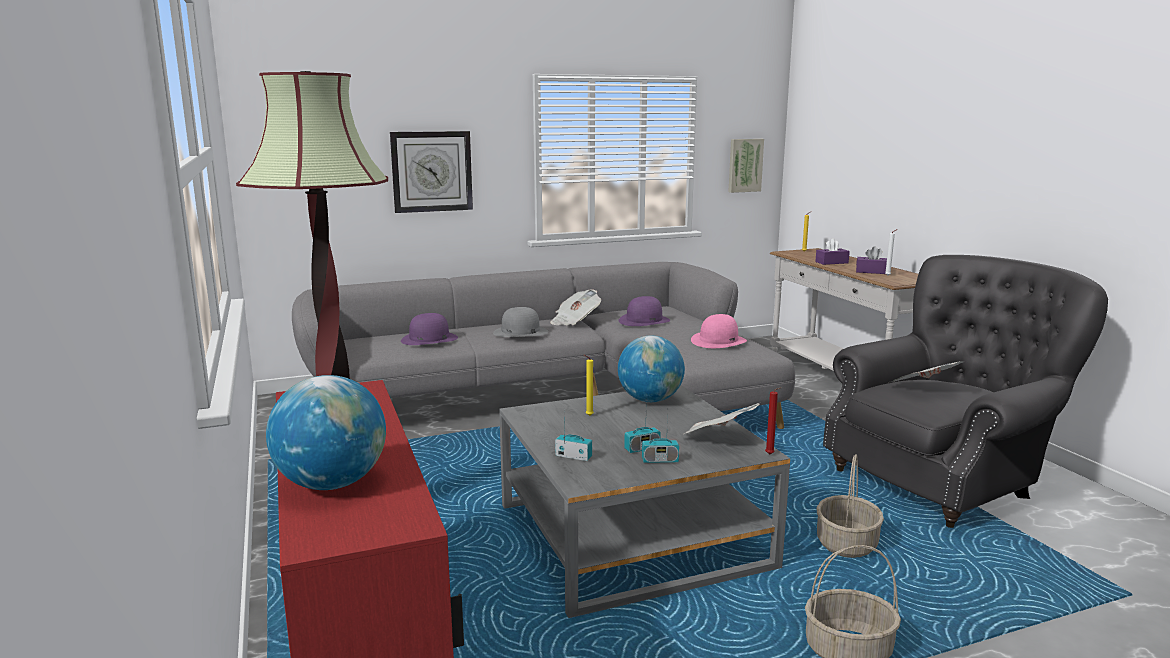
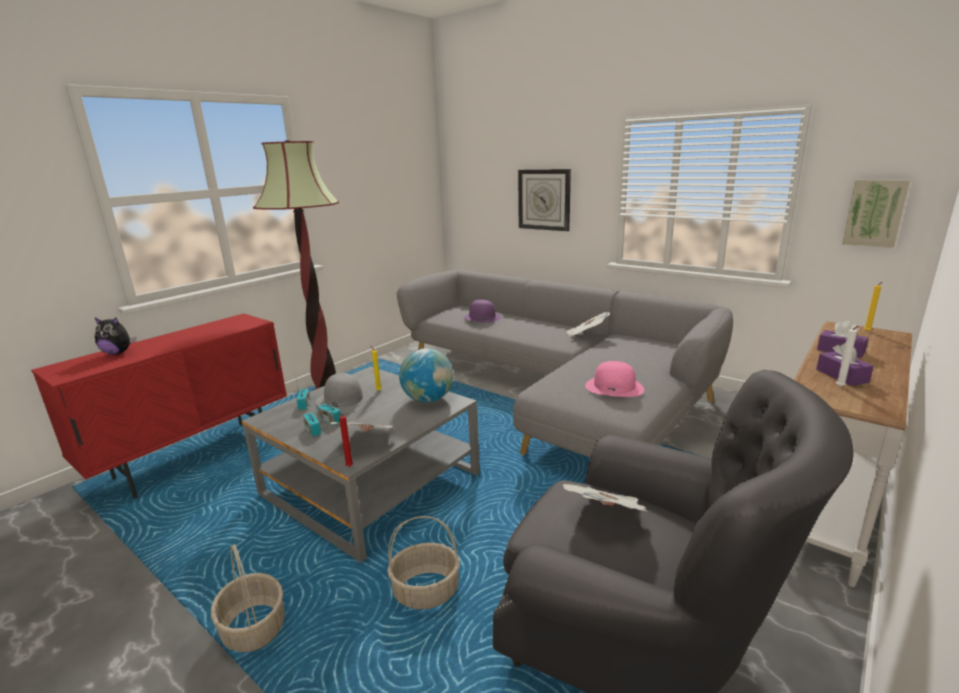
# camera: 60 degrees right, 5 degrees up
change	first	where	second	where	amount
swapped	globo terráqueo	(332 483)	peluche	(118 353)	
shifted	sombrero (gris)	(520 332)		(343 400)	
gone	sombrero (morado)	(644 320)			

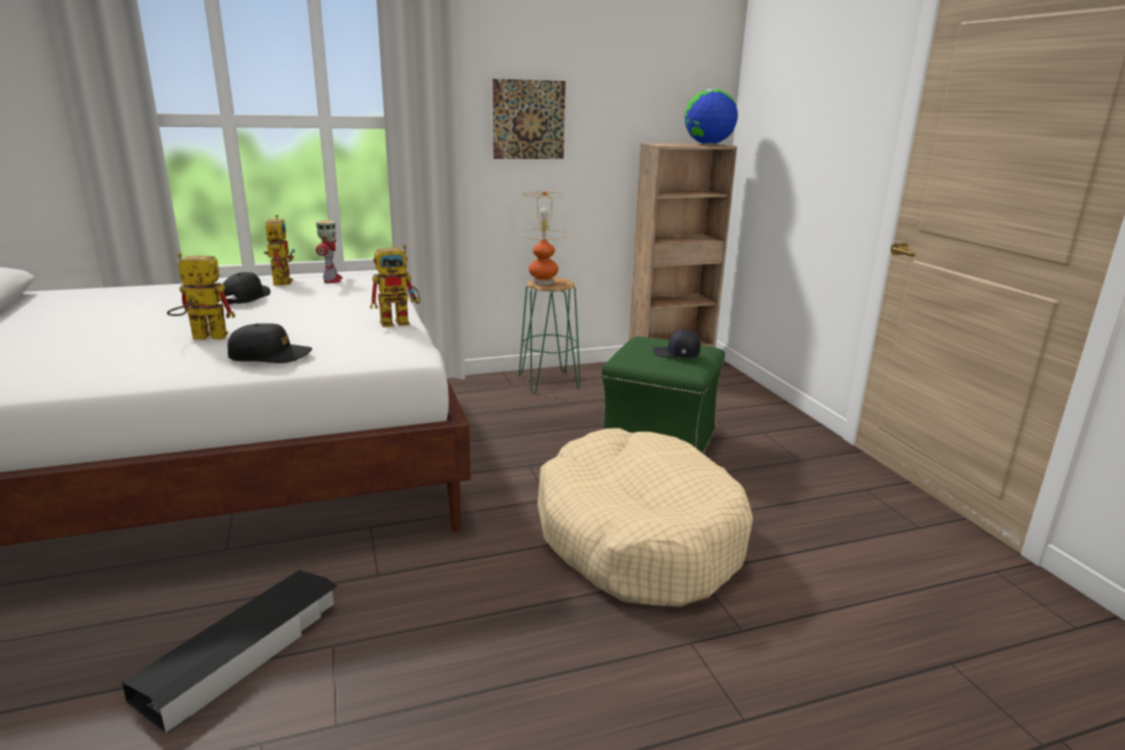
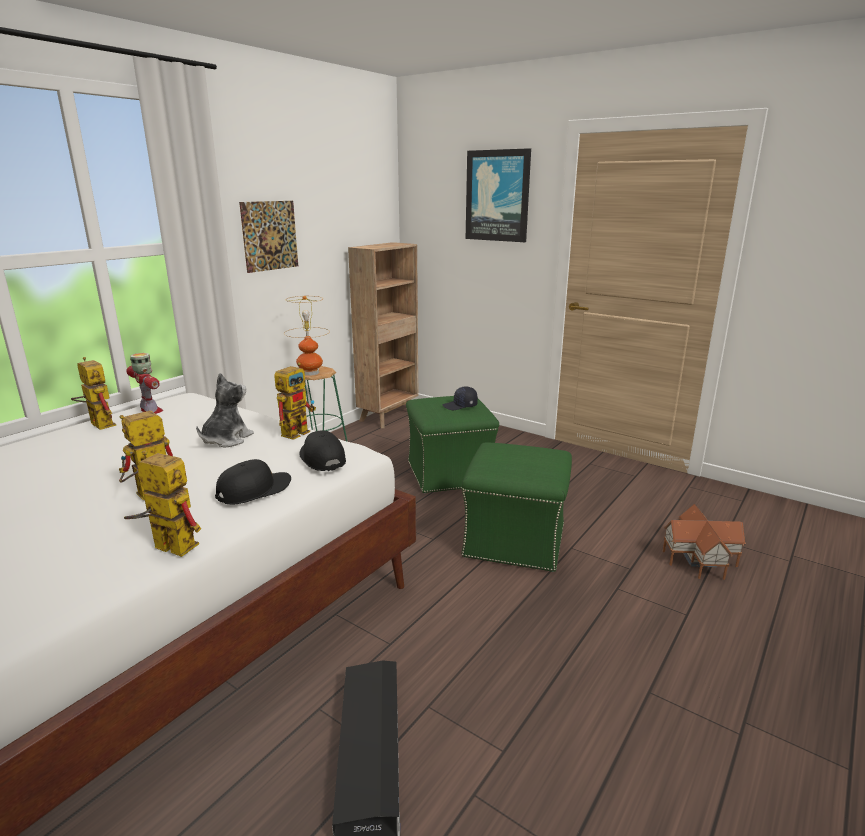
# camera: 35 degrees left, 0 degrees up
change	first	where	second	where	amount
shifted	gorra (negro)	(246 297)		(321 458)	
swapped	cama para perro (beis)	(637 537)	puf (verde)	(516 540)	
gone	globo terráqueo	(708 144)			
new			robot de juguete	(167 546)	
new			peluche	(226 439)	
new			cuadro	(497 196)	
new			casita	(700 559)	

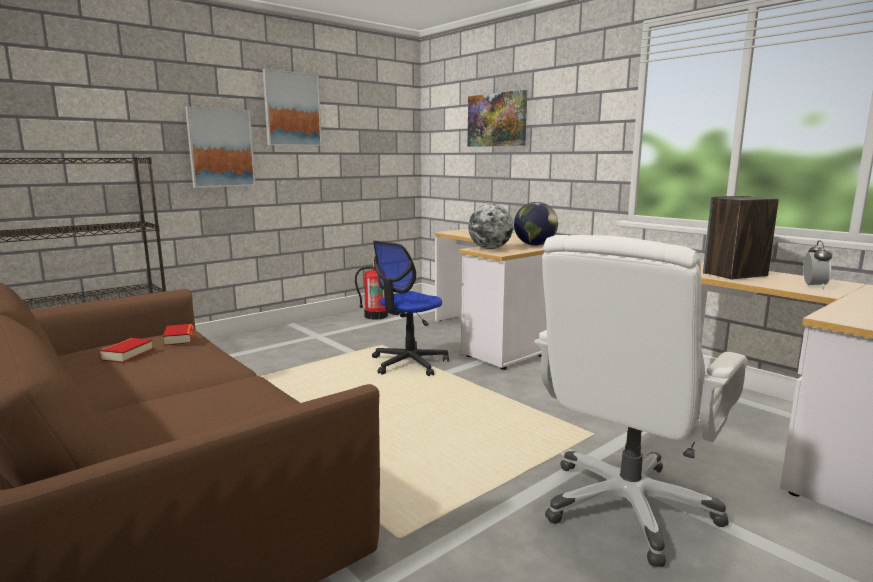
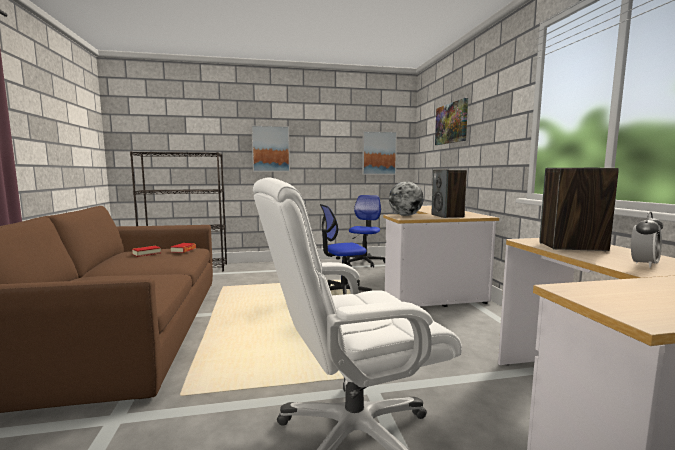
# camera: 30 degrees right, 5 degrees down
change	first	where	second	where	amount
shifted	cuadro	(292 109)		(379 153)	
swapped	extintor	(376 316)	silla de oficina	(364 262)	
swapped	globo terráqueo	(535 245)	altavoz	(447 216)	

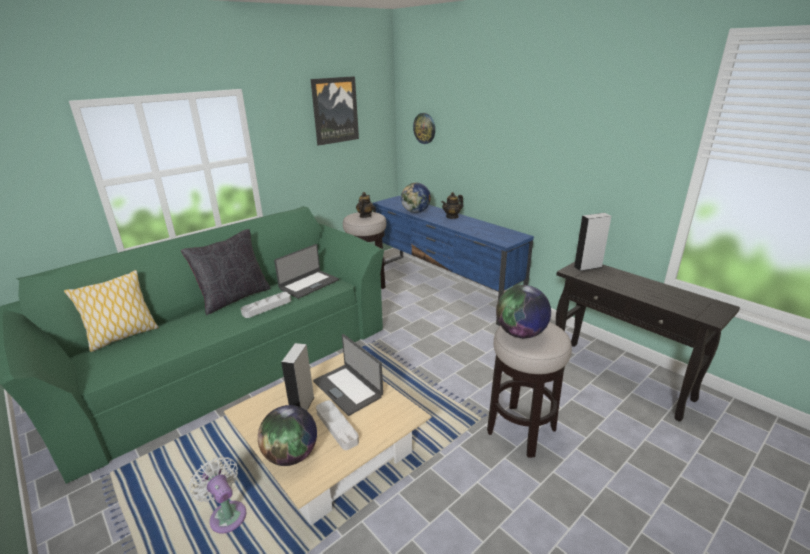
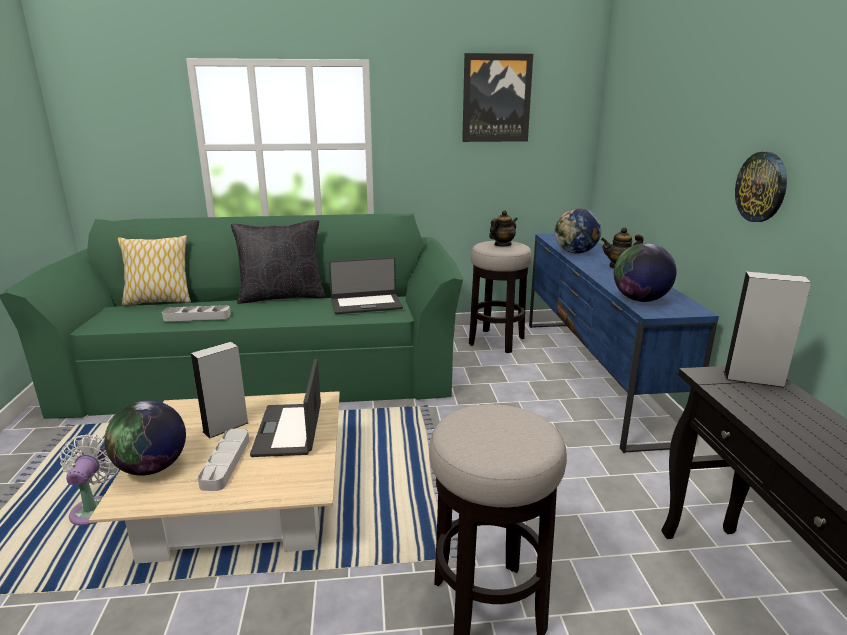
# camera: 35 degrees right, 5 degrees down
change	first	where	second	where	amount
shifted	bandeja (gris)	(267 307)		(197 317)	
shifted	reloj de pared	(424 128)		(761 187)	
shifted	globo terráqueo	(520 334)		(640 300)	

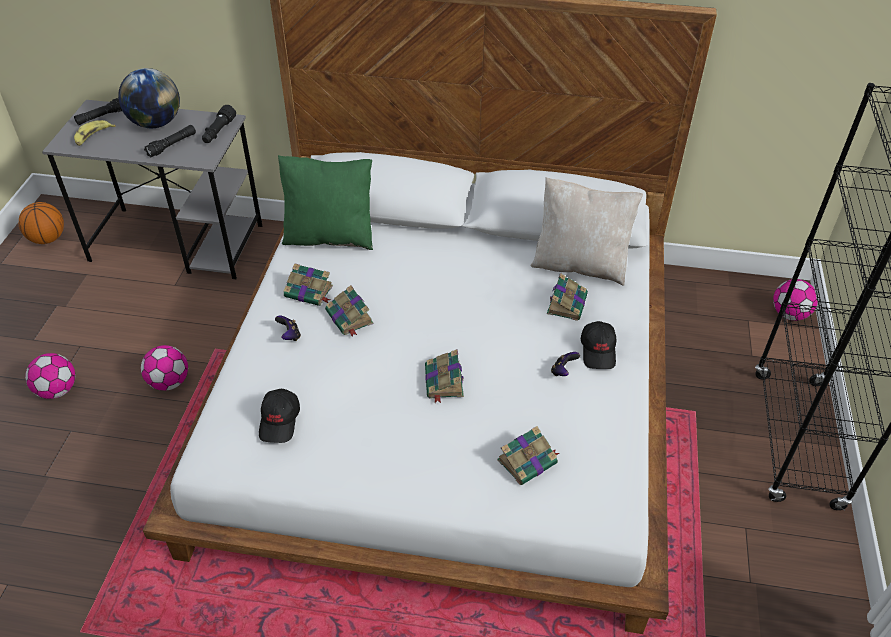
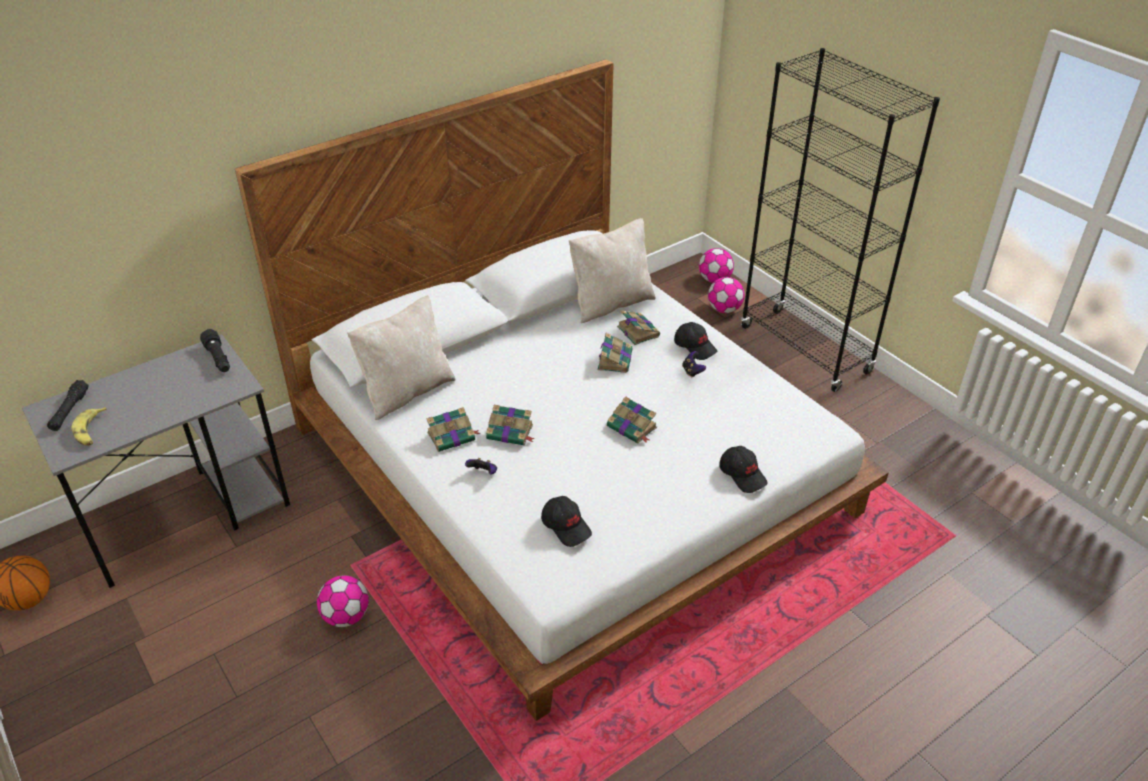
# camera: 45 degrees left, 5 degrees down
change	first	where	second	where	amount
shifted	balón de fútbol	(57 390)		(724 309)	
gone	globo terráqueo	(155 123)			
gone	linterna (negro)	(172 145)			
repainted	cojín (verde)	(330 236)	cojín (beis)	(406 391)	
shifted	libro	(528 461)		(615 359)	
new			gorra (negro)	(743 474)	

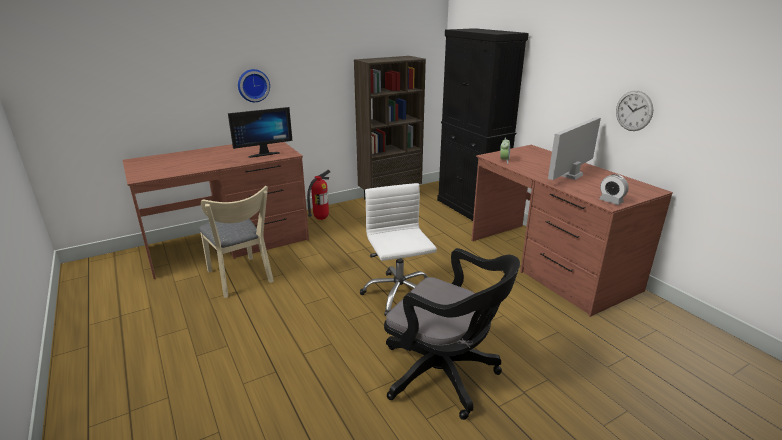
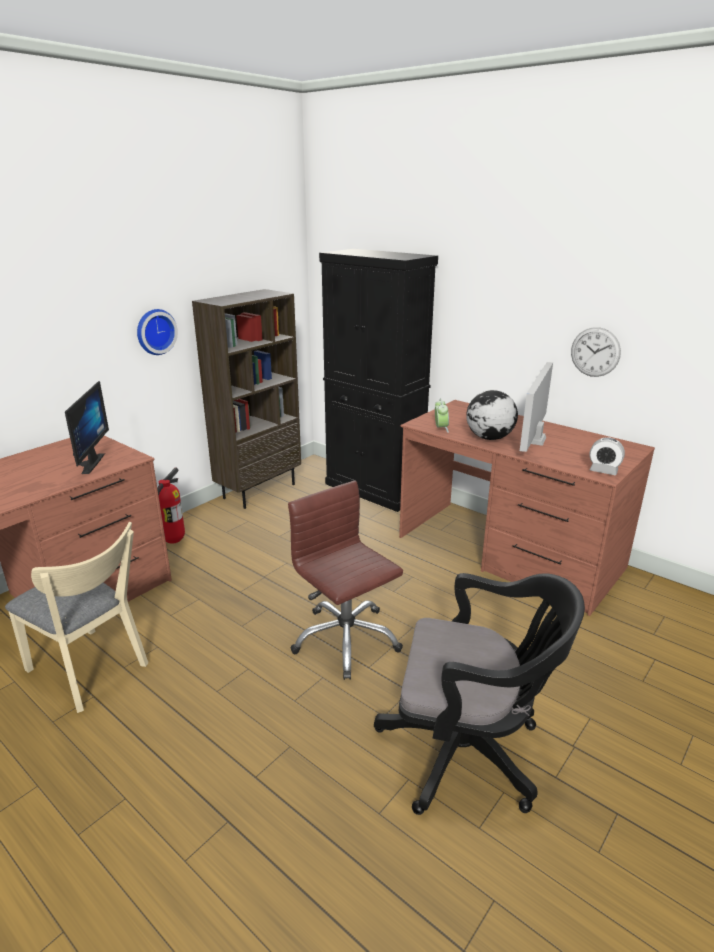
# camera: 20 degrees left, 0 degrees up
change	first	where	second	where	amount
rotated	monitor	(263 153)		(87 463)	45 degrees counterclockwise
shifted	reloj de pared	(253 85)		(155 331)	
repainted	silla de oficina (blanco)	(399 294)	silla de oficina (marrón)	(345 639)	
new			globo terráqueo	(488 438)	

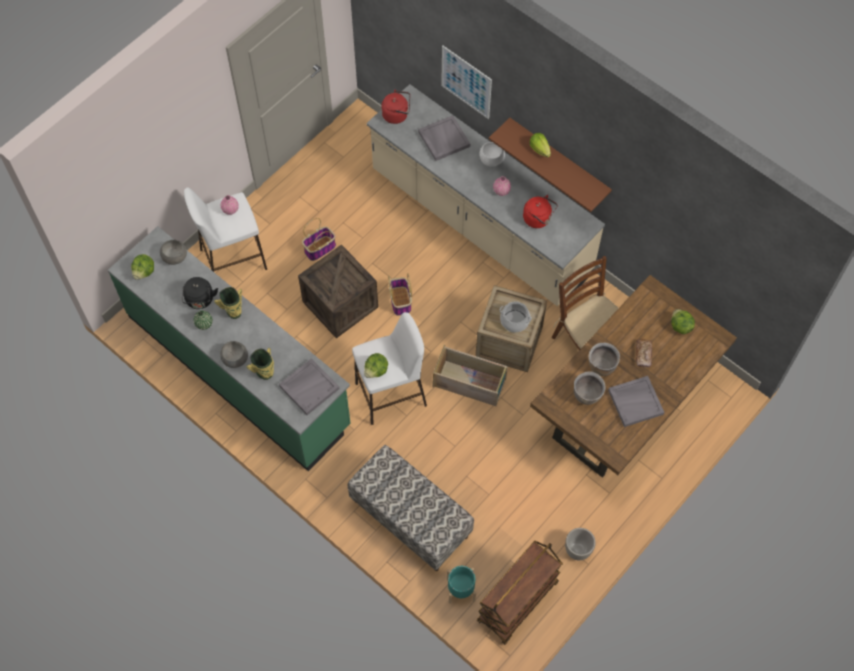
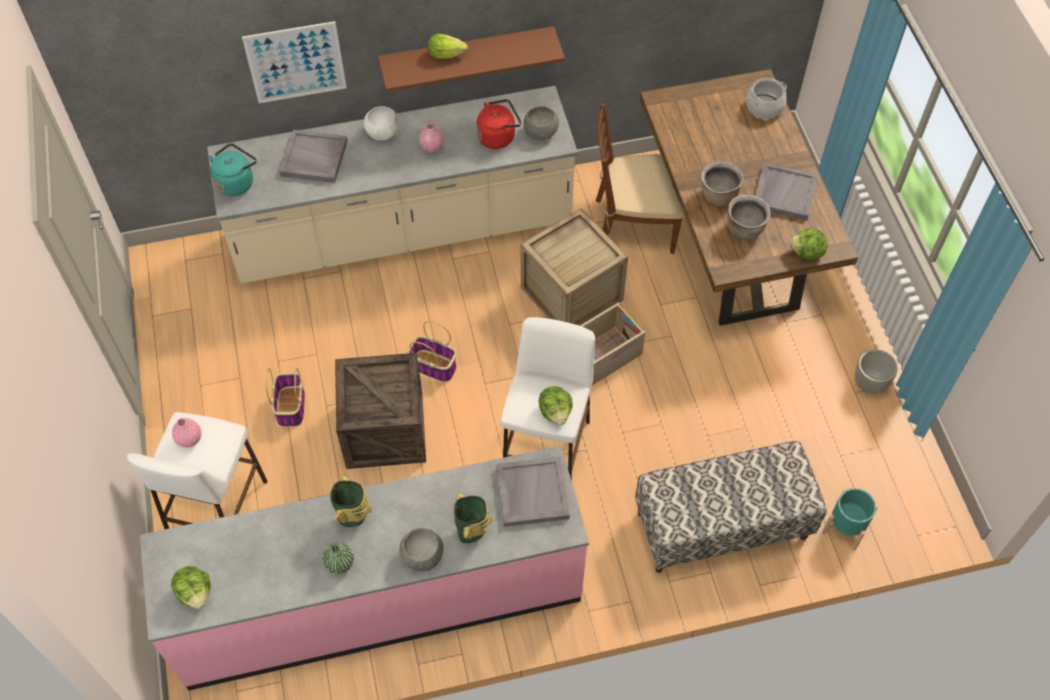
# camera: 55 degrees left, 5 degrees down
change	first	where	second	where	amount
repainted	mueble bajo de cocina (verde)	(238 370)	mueble bajo de cocina (rosa)	(379 598)	
shifted	cuenco (gris)	(175 256)		(540 131)	
gone	hervidor (negro)	(200 300)			
repainted	hervidor (rojo)	(397 114)	hervidor (turquesa)	(236 182)	
gone	carrito (marrón)	(517 603)			
shifted	olla	(514 321)		(764 106)	
gone	pan	(643 354)			
shifted	lechuga	(680 326)		(806 253)	

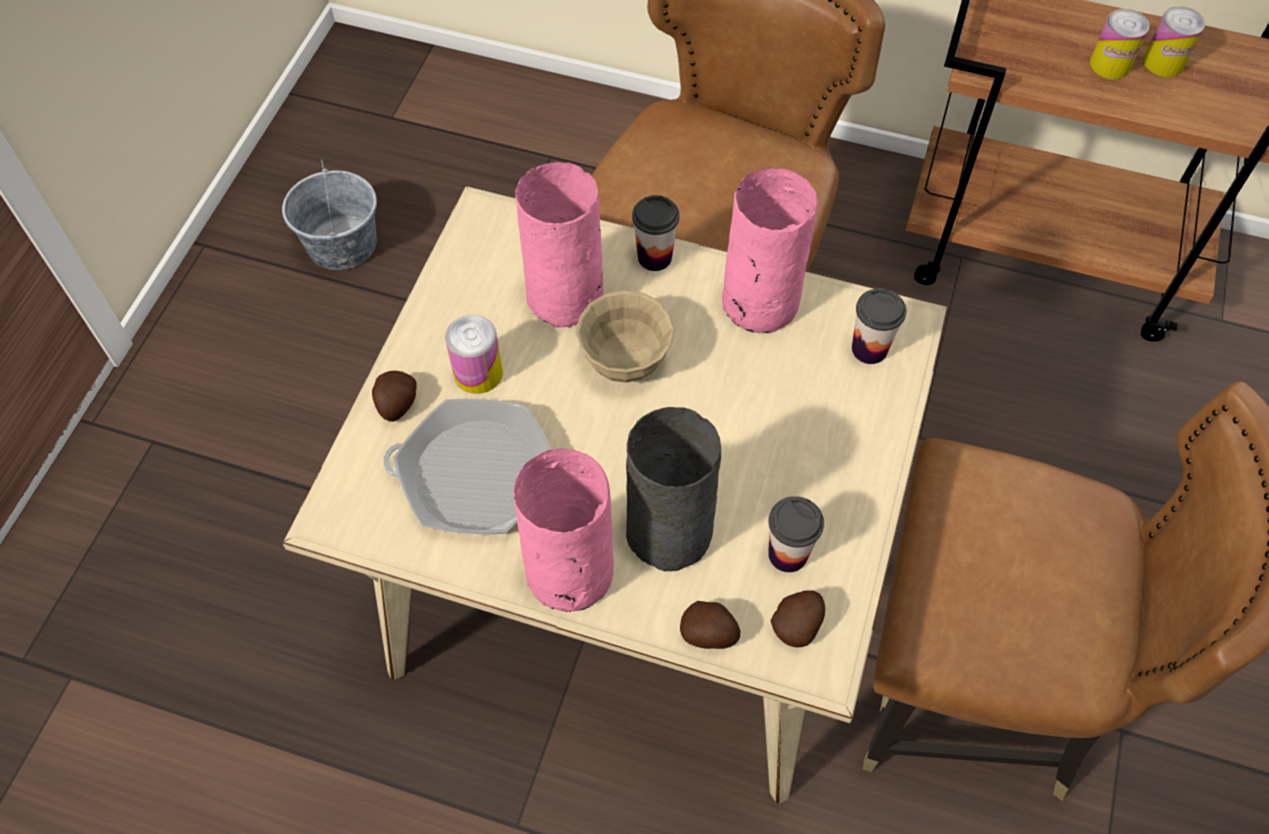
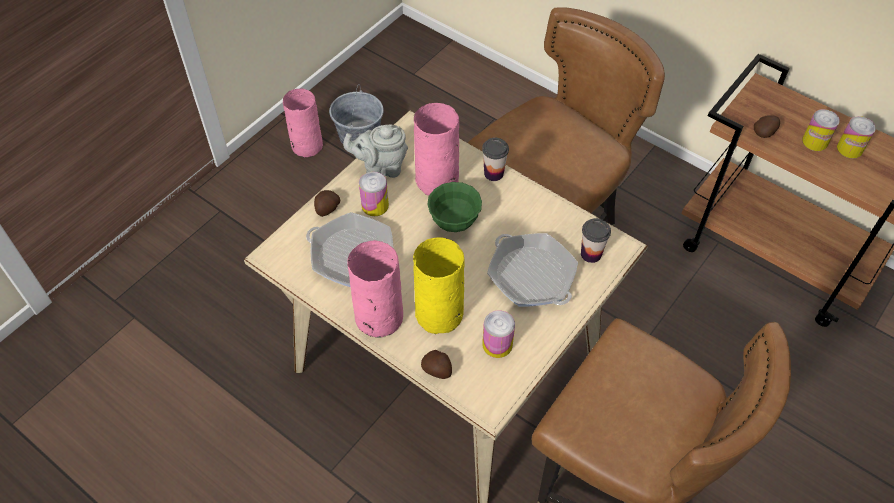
# camera: 20 degrees right, 5 degrees down
change	first	where	second	where	amount
repainted	cuenco (beis)	(625 361)	cuenco (verde)	(454 221)	
repainted	florero (gris)	(671 533)	florero (amarillo)	(440 315)	
shifted	florero (rosa)	(757 303)		(306 146)	
swapped	taza	(787 554)	lata	(497 344)	
shifted	patata	(798 624)		(764 133)	
new			tetera (gris)	(381 168)	
new			sartén	(531 275)	

